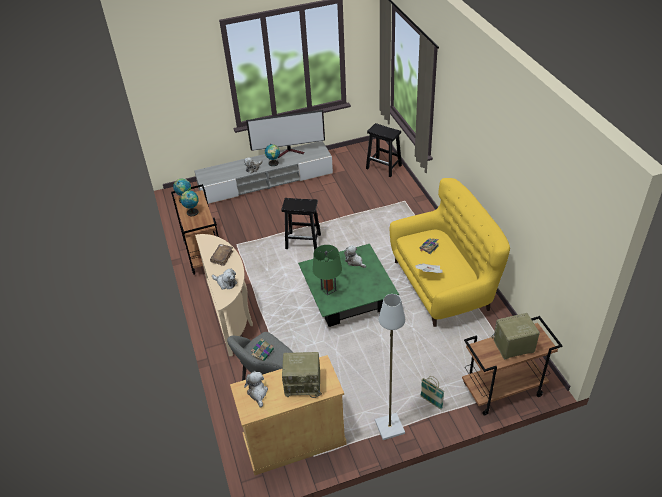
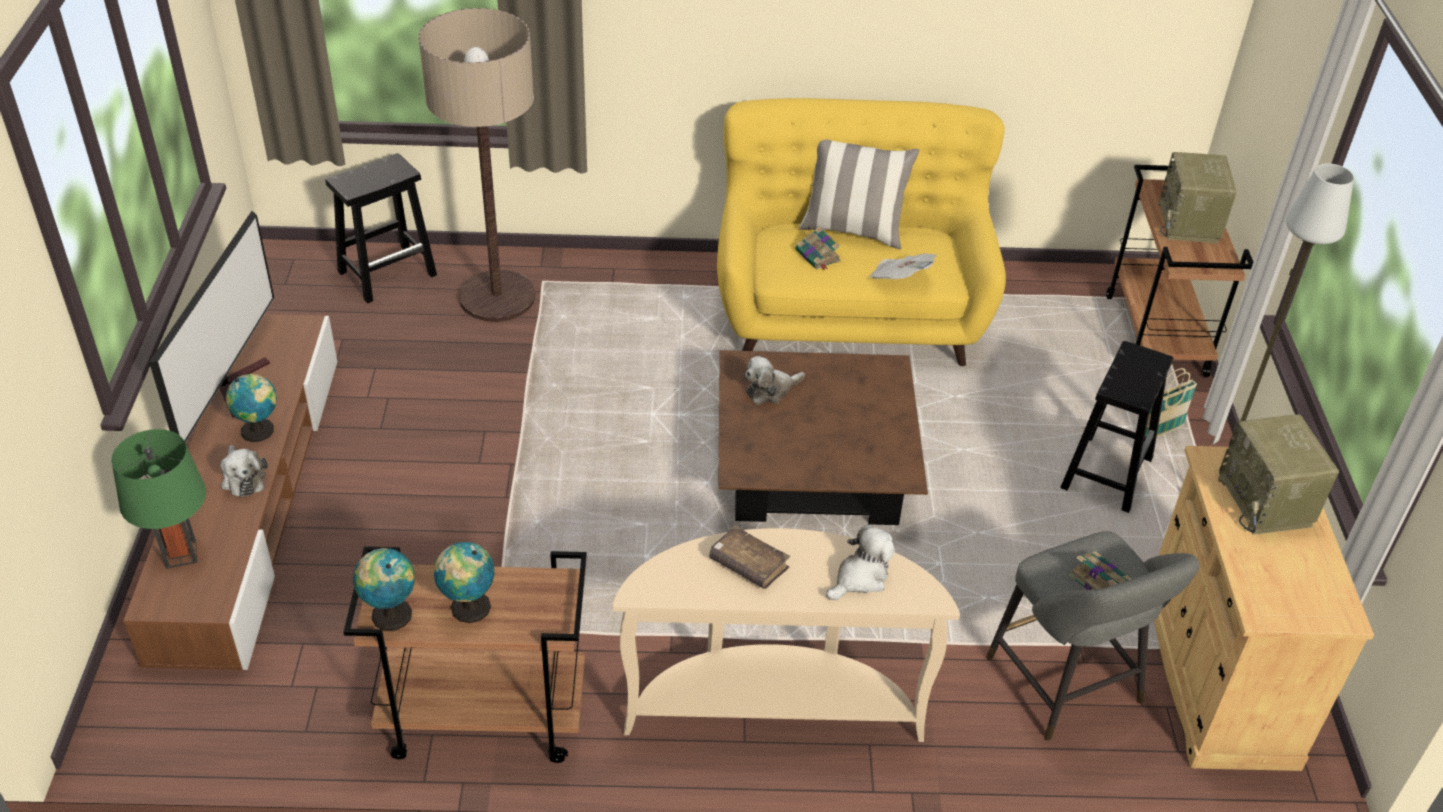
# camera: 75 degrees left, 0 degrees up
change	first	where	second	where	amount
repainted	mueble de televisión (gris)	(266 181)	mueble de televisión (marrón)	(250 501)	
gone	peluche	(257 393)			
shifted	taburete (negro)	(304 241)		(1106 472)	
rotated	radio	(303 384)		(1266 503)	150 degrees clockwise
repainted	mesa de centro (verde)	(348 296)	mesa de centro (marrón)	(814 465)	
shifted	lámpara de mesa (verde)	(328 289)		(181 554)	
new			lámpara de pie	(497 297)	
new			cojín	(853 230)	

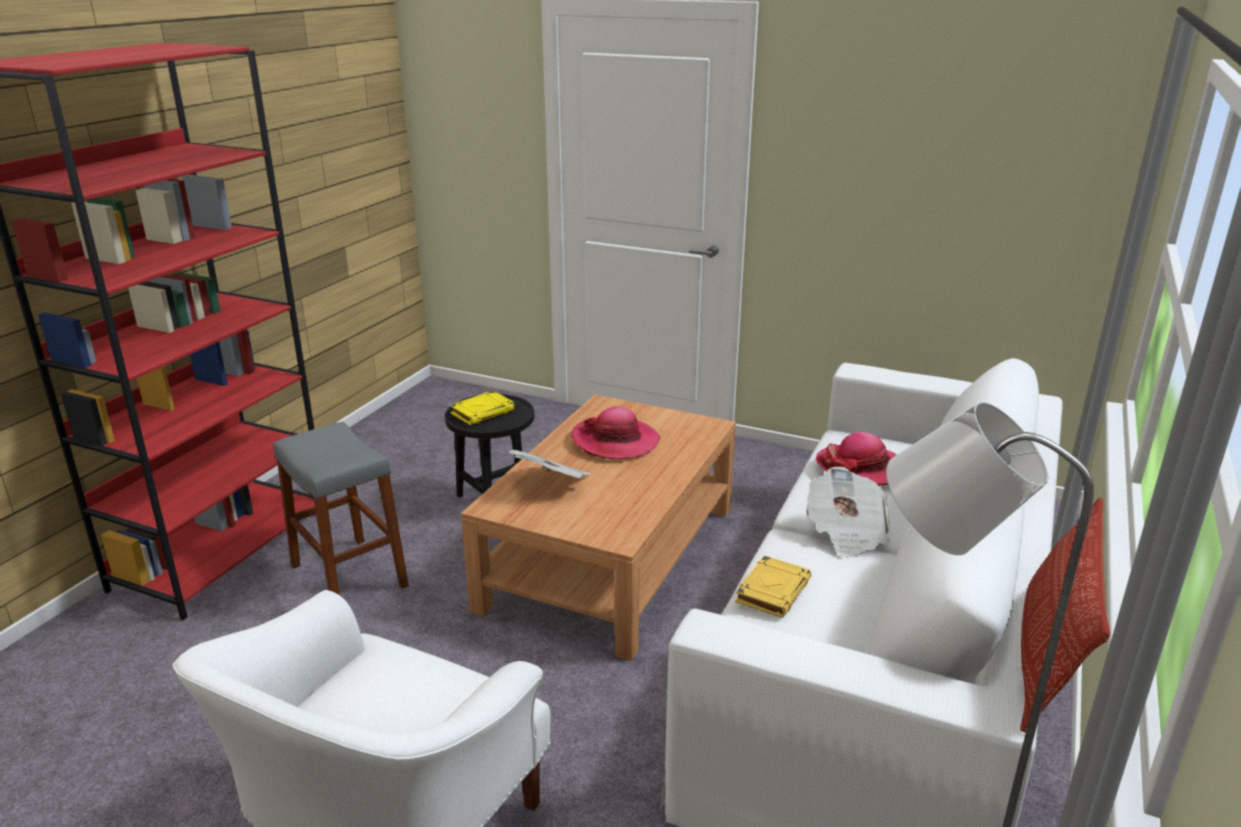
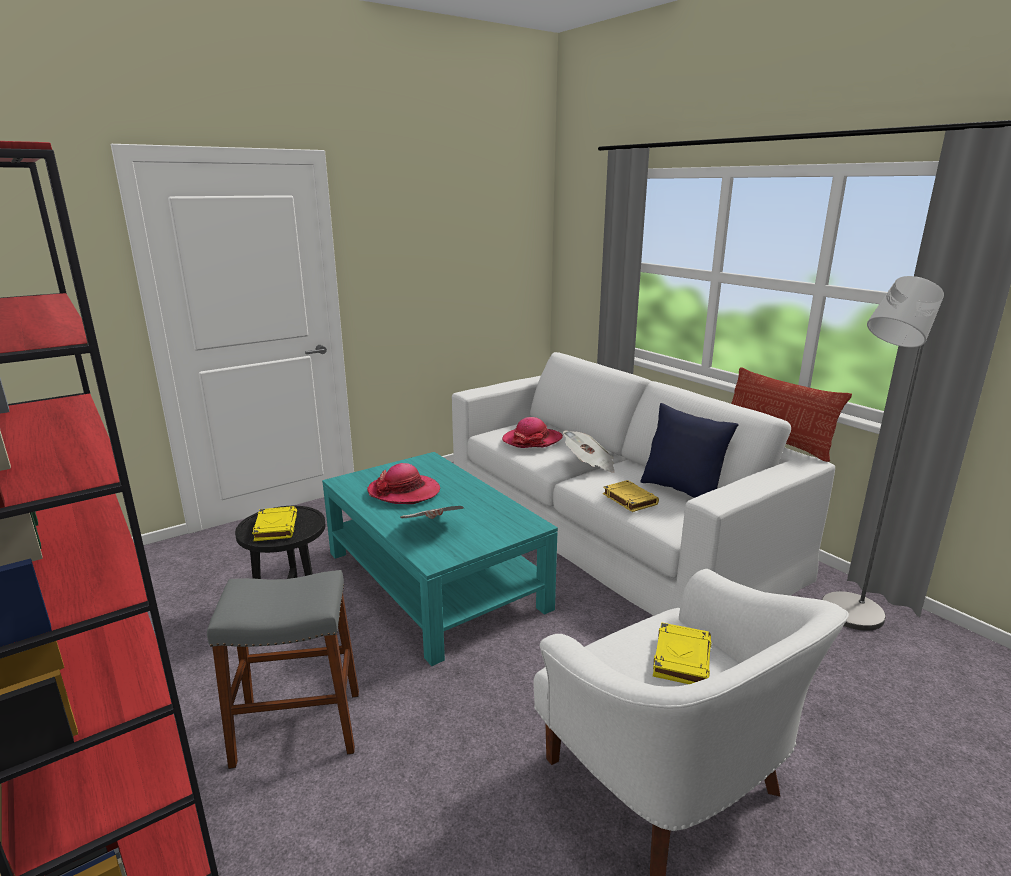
# camera: 60 degrees left, 5 degrees down
change	first	where	second	where	amount
repainted	mesa de centro (marrón)	(610 557)	mesa de centro (turquesa)	(435 580)	
new			cojín (azul)	(682 490)	
new			libro (amarillo)	(681 658)	

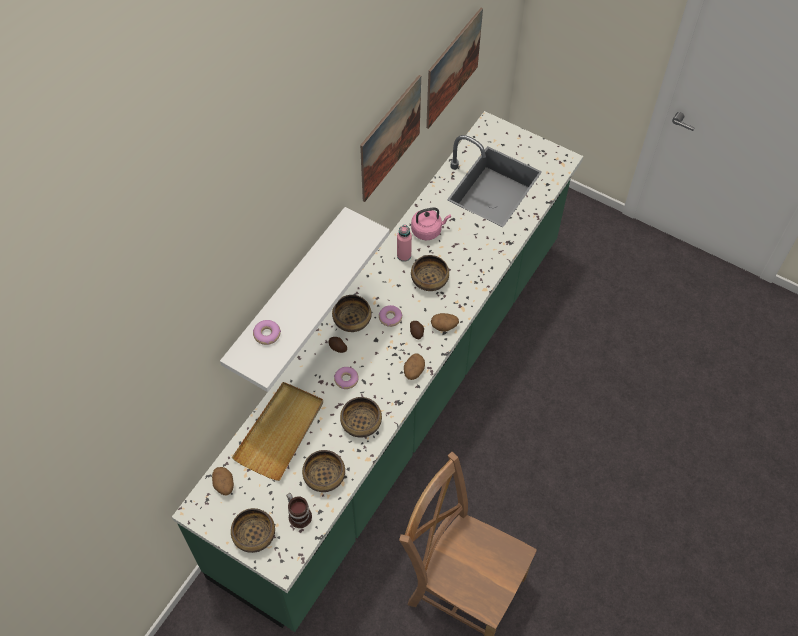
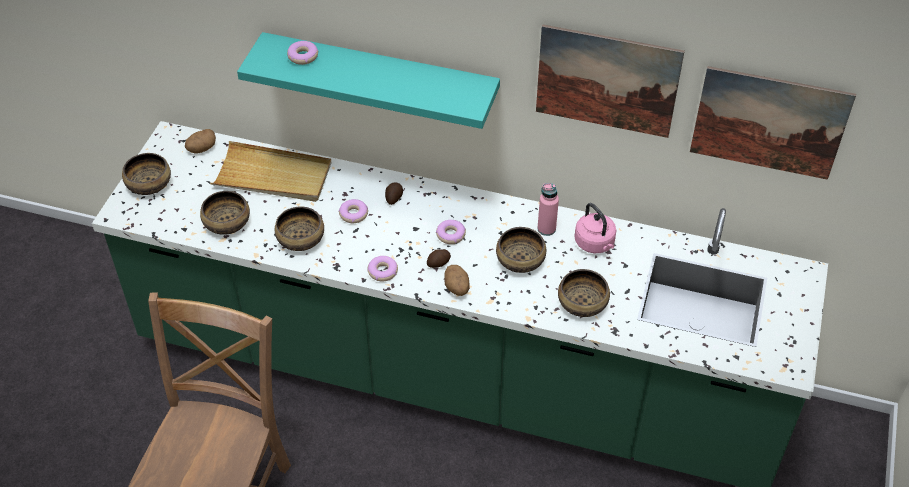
# camera: 75 degrees right, 10 degrees down
change	first	where	second	where	amount
repainted	estante (blanco)	(287 294)	estante (turquesa)	(380 78)	
gone	taza grande	(299 514)			
shifted	cuenco	(352 319)		(583 303)	
swapped	patata	(413 371)	rosquilla	(382 271)	

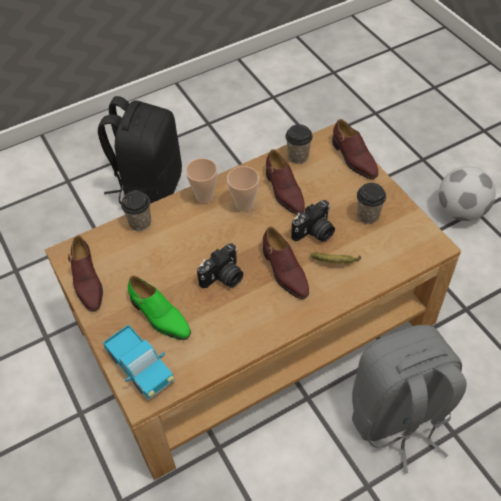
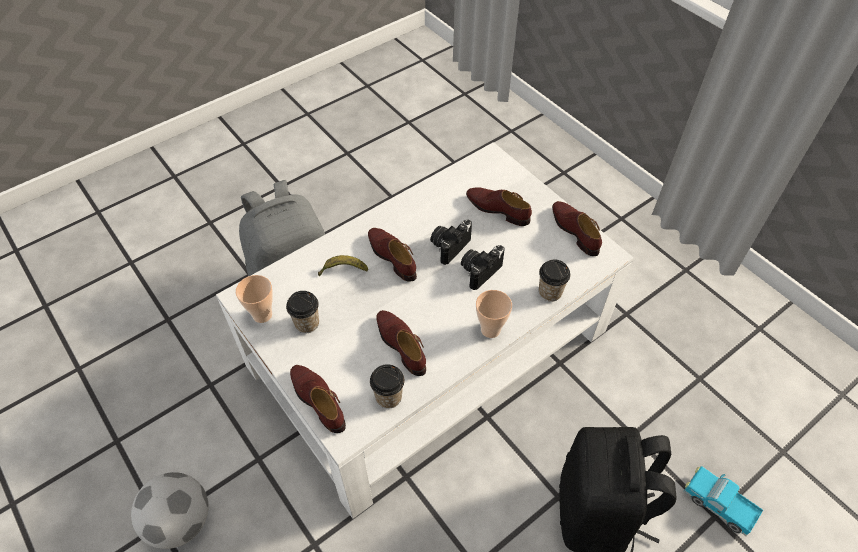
# camera: 170 degrees right, 0 degrees up
change	first	where	second	where	amount
repainted	mesa de centro (marrón)	(255 321)	mesa de centro (blanco)	(427 349)	
shifted	camión de juguete	(141 368)		(717 504)	
repainted	zapato (verde)	(159 316)	zapato (marrón)	(497 209)	
shifted	taza	(244 205)		(262 314)	
shifted	cámara	(314 233)		(480 270)	

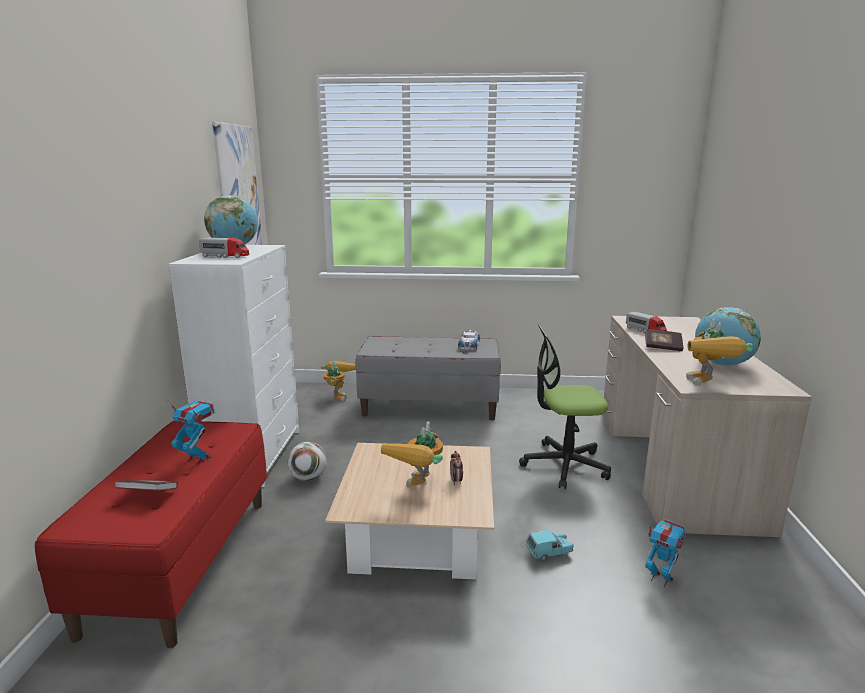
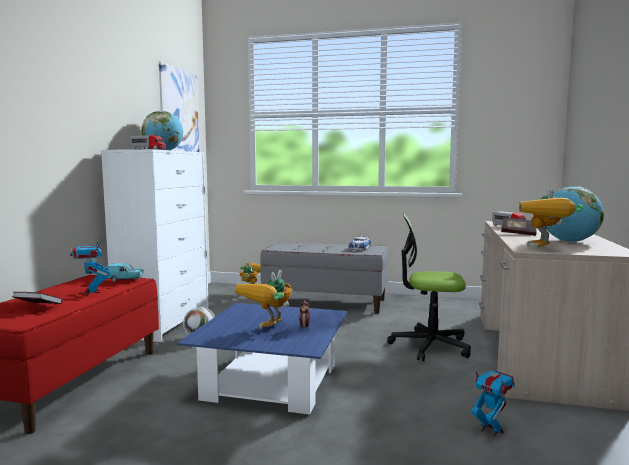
# camera: 10 degrees right, 10 degrees down
change	first	where	second	where	amount
rotated	robot de juguete	(198 458)		(92 292)	150 degrees counterclockwise
repainted	mesa de centro (beis)	(417 537)	mesa de centro (azul)	(271 382)	
shifted	coche de juguete (turquesa)	(549 553)		(125 280)	

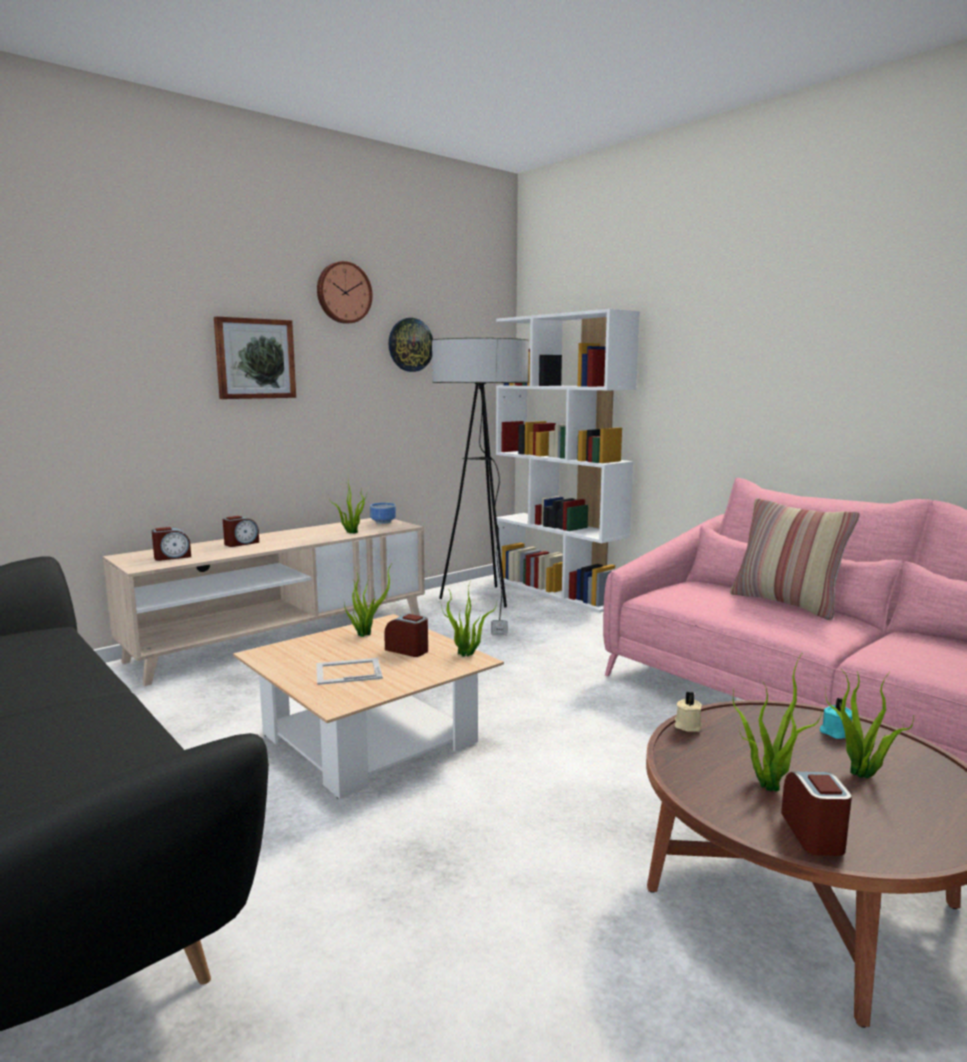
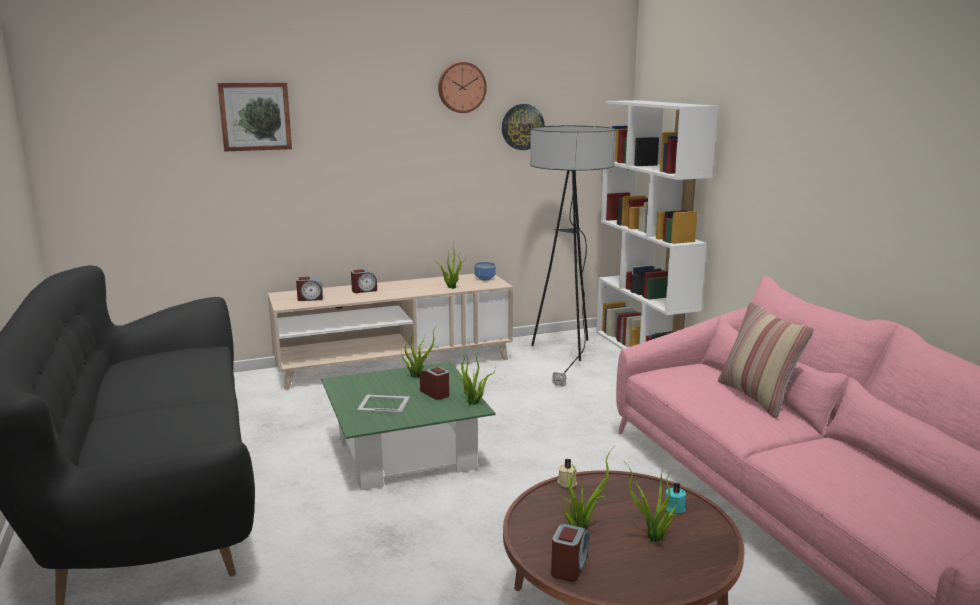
# camera: 20 degrees right, 5 degrees up
change	first	where	second	where	amount
shifted	cuadro	(255 359)		(255 116)	
repainted	mesa de centro (beis)	(369 739)	mesa de centro (verde)	(405 453)	

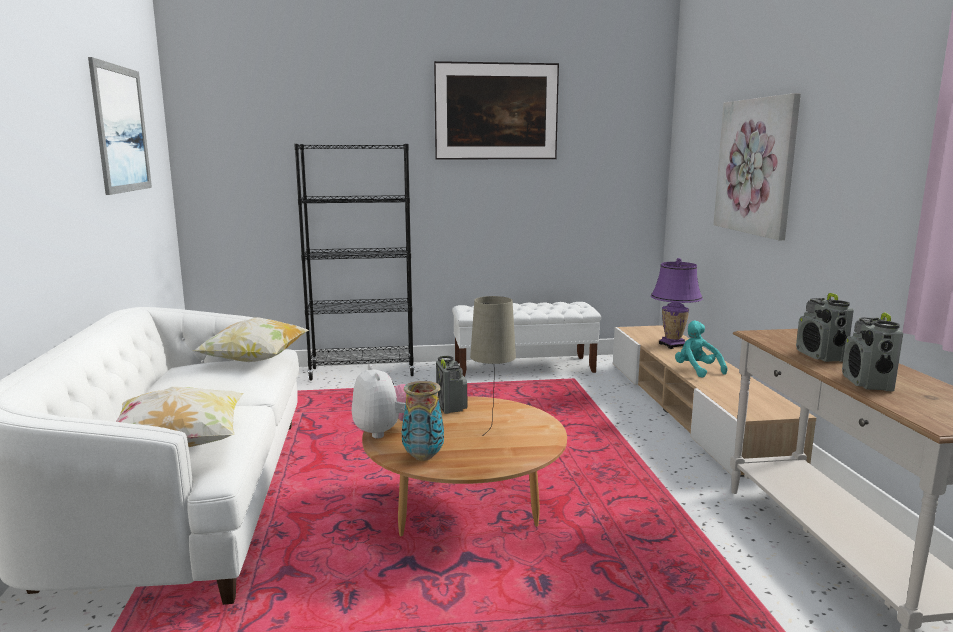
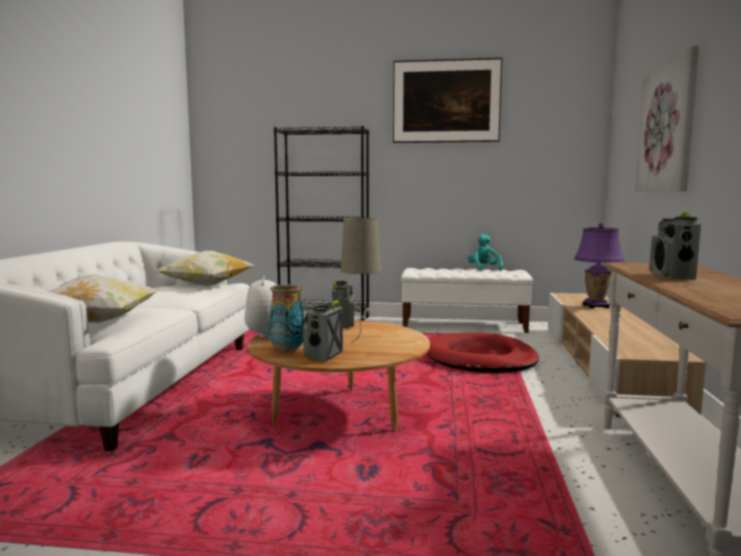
# camera: 15 degrees right, 5 degrees down
change	first	where	second	where	amount
gone	cuadro	(121 129)			
shifted	peluche (turquesa)	(696 370)		(484 269)	
shifted	radio	(867 383)		(323 356)	
new			cama para perro (rojo)	(480 359)	

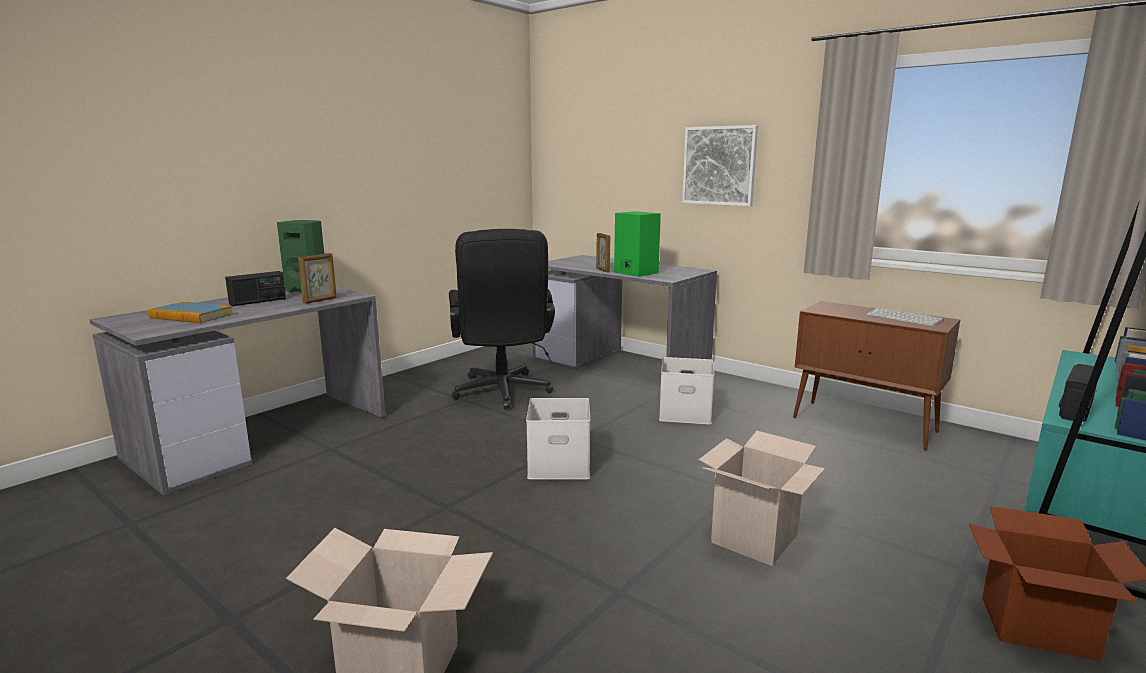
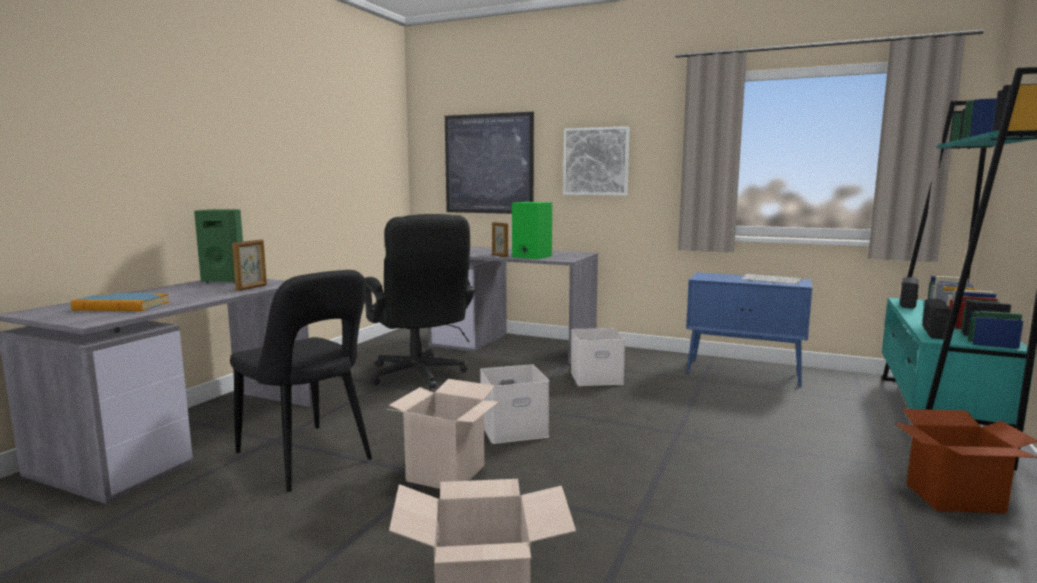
# camera: 15 degrees left, 5 degrees down
change	first	where	second	where	amount
shifted	radio	(258 301)		(908 304)	
shifted	caja de cartón	(754 538)		(446 473)	
repainted	armario (marrón)	(865 425)	armario (azul)	(744 373)	
new			silla (negro)	(307 459)	
new			cuadro	(488 164)	

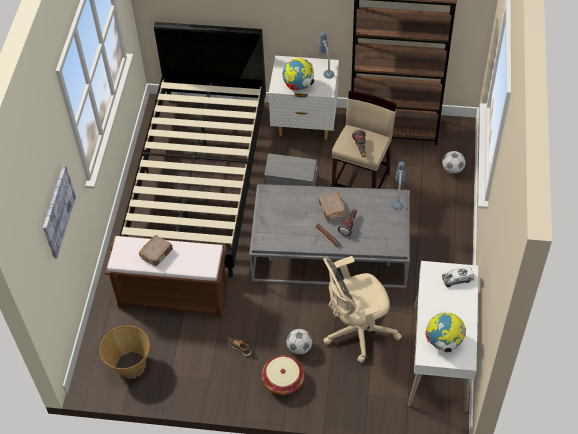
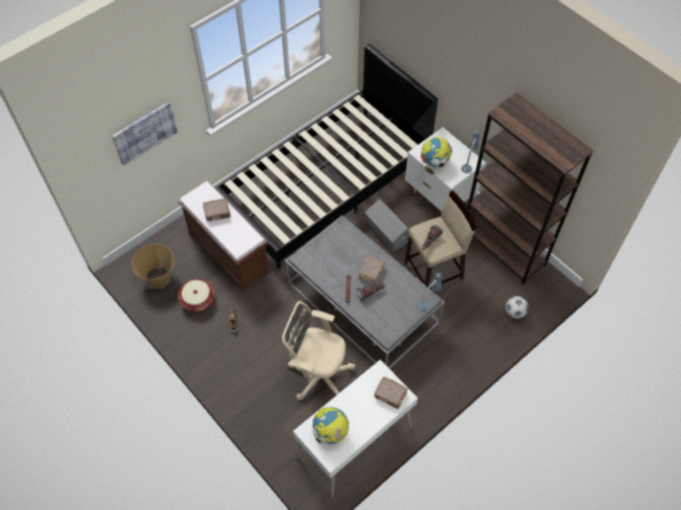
# camera: 40 degrees right, 5 degrees up
change	first	where	second	where	amount
shifted	cesta	(283 381)		(198 300)	
gone	balón de fútbol	(299 348)			
swapped	camión de juguete	(457 279)	libro (marrón)	(390 395)	

